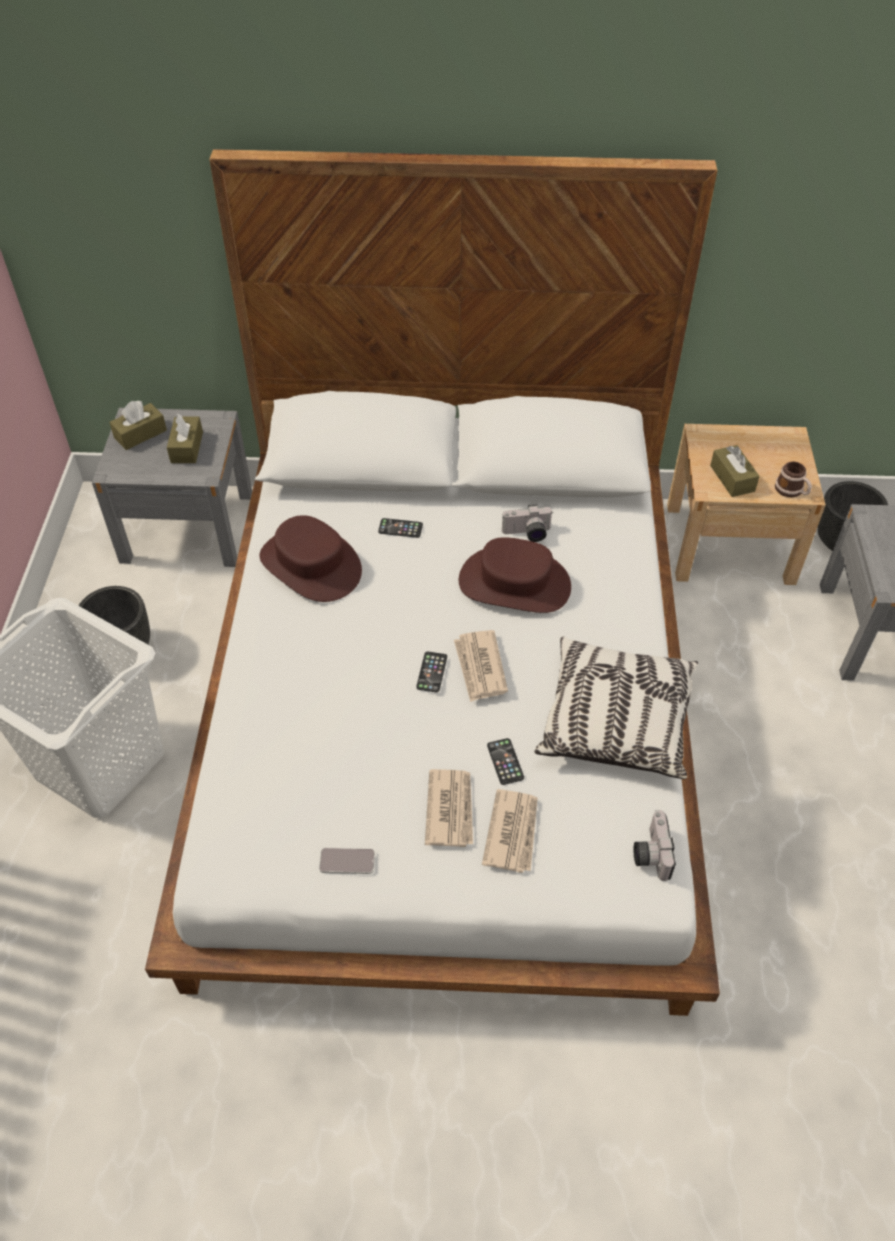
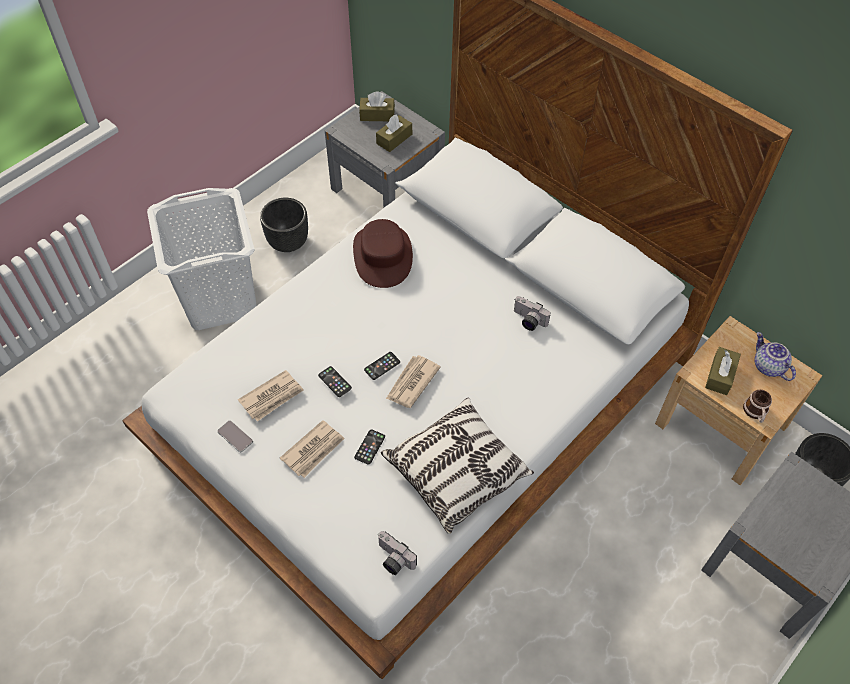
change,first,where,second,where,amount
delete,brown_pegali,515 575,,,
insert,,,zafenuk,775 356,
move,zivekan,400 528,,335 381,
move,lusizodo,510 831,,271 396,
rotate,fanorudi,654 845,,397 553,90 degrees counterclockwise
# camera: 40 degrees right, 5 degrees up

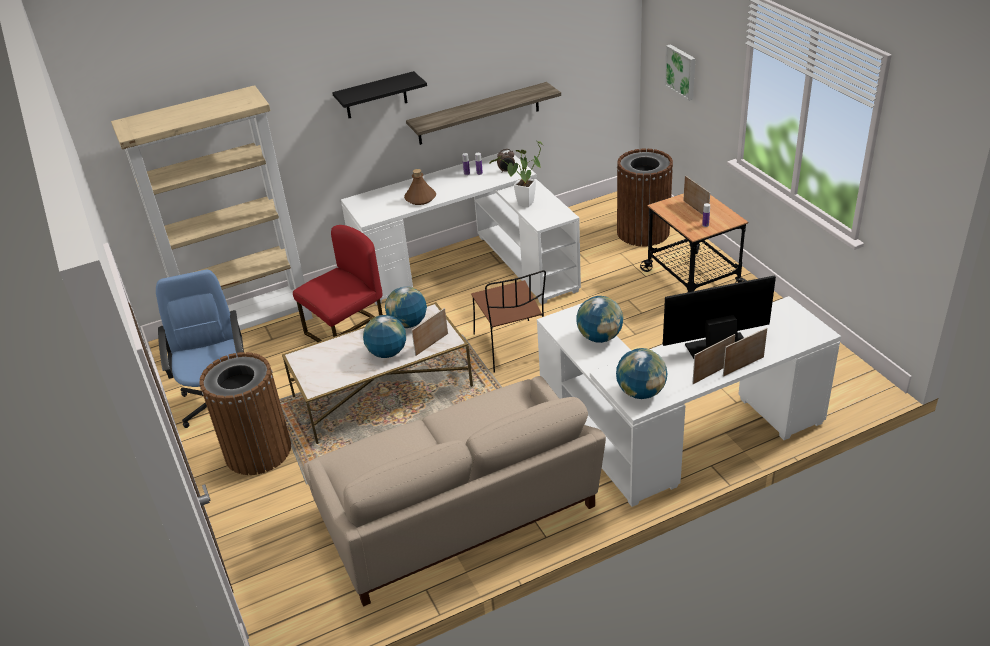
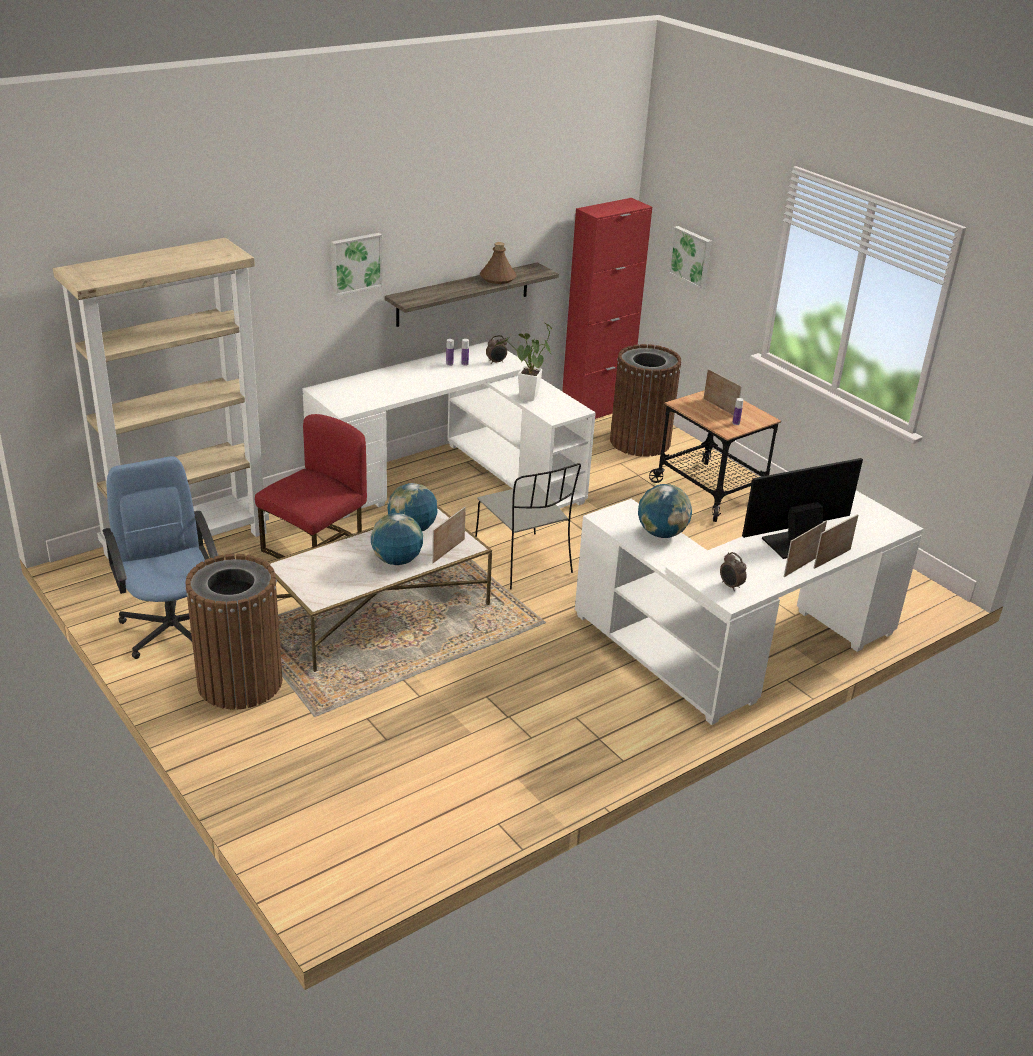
change,first,where,second,where,amount
delete,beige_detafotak,455 491,,,
insert,,,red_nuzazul,607 308,
move,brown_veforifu,420 187,,498 263,
replace,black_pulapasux,379 94,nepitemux,357 264,
replace,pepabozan,642 373,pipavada,733 571,
recolor,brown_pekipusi,508 321,grey_pekipusi,528 526,
# camera: 15 degrees left, 5 degrees down

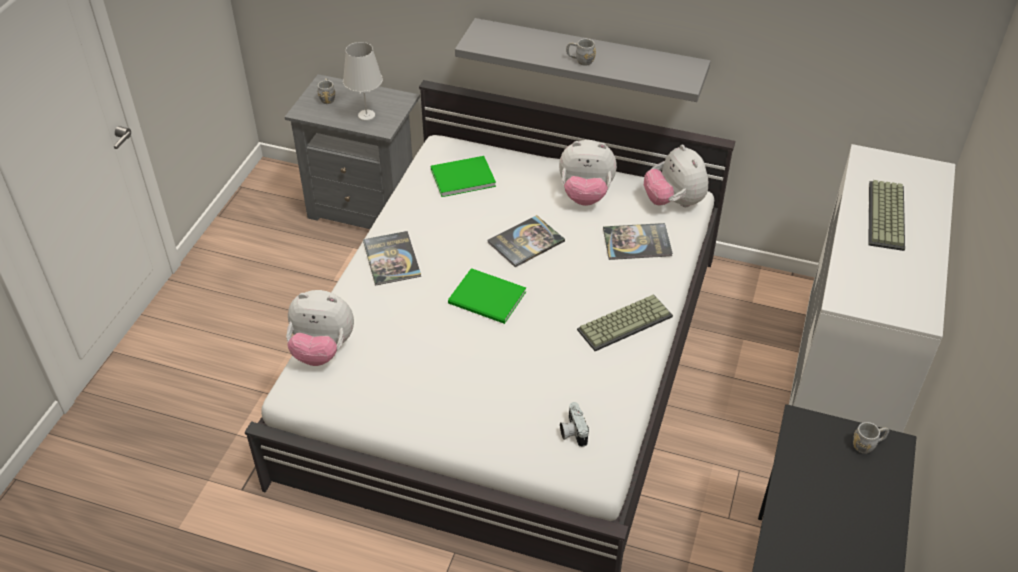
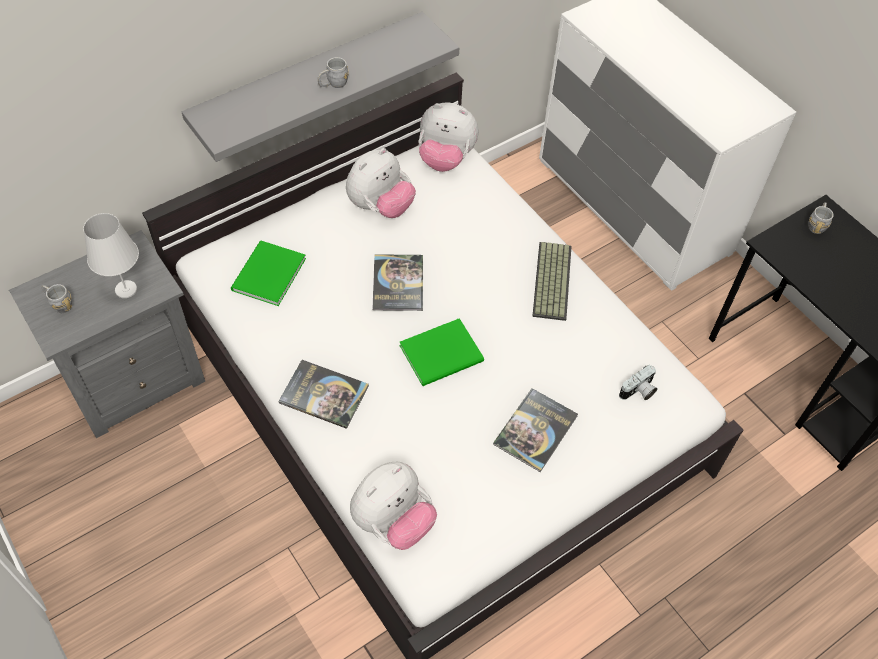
change,first,where,second,where,amount
delete,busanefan,886 215,,,
move,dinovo,638 241,,535 430,
rotate,fanorudi,574 424,,638 382,60 degrees counterclockwise
# camera: 55 degrees left, 10 degrees up

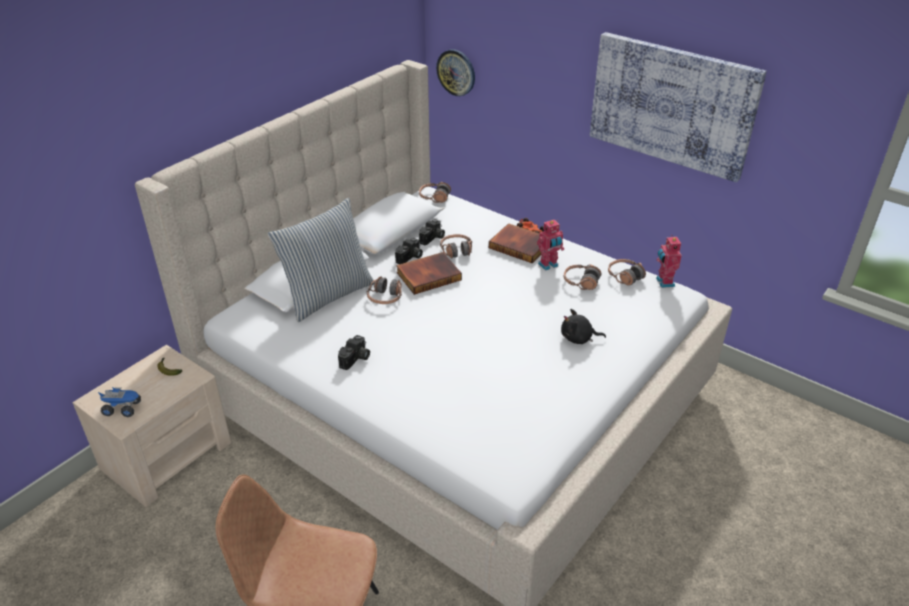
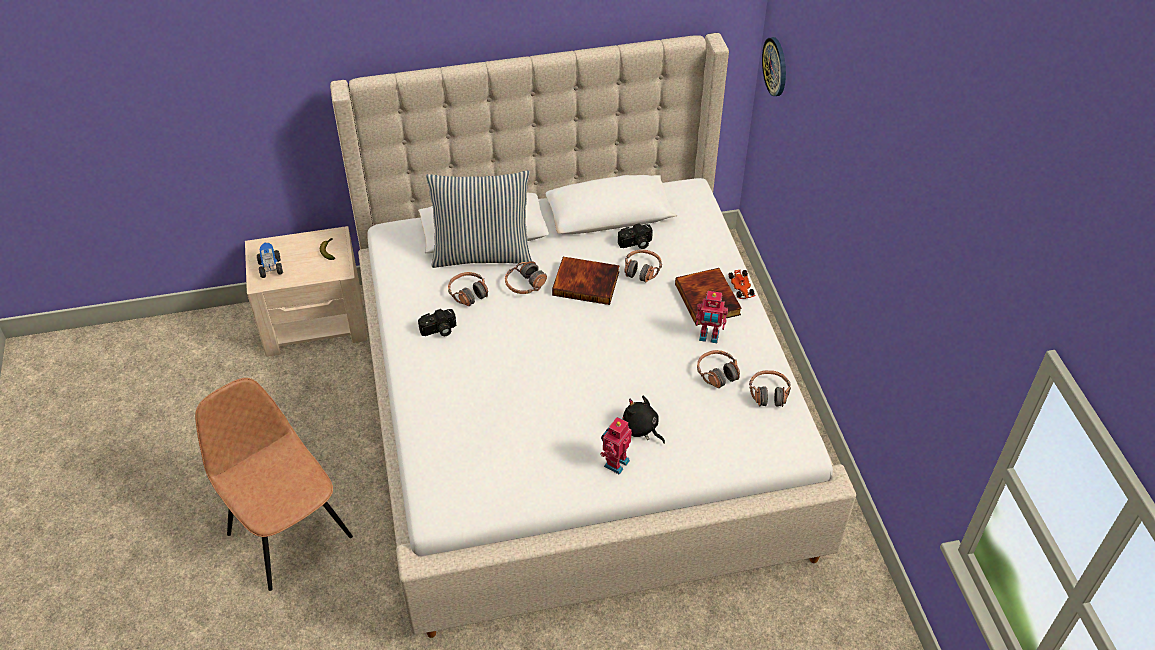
change,first,where,second,where,amount
delete,fanorudi,409 251,,,
delete,nepitemux,678 107,,,
move,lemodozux,435 192,,468 289,
move,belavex,669 262,,616 446,
rotate,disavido,119 402,,270 260,150 degrees counterclockwise
# camera: 40 degrees right, 10 degrees up

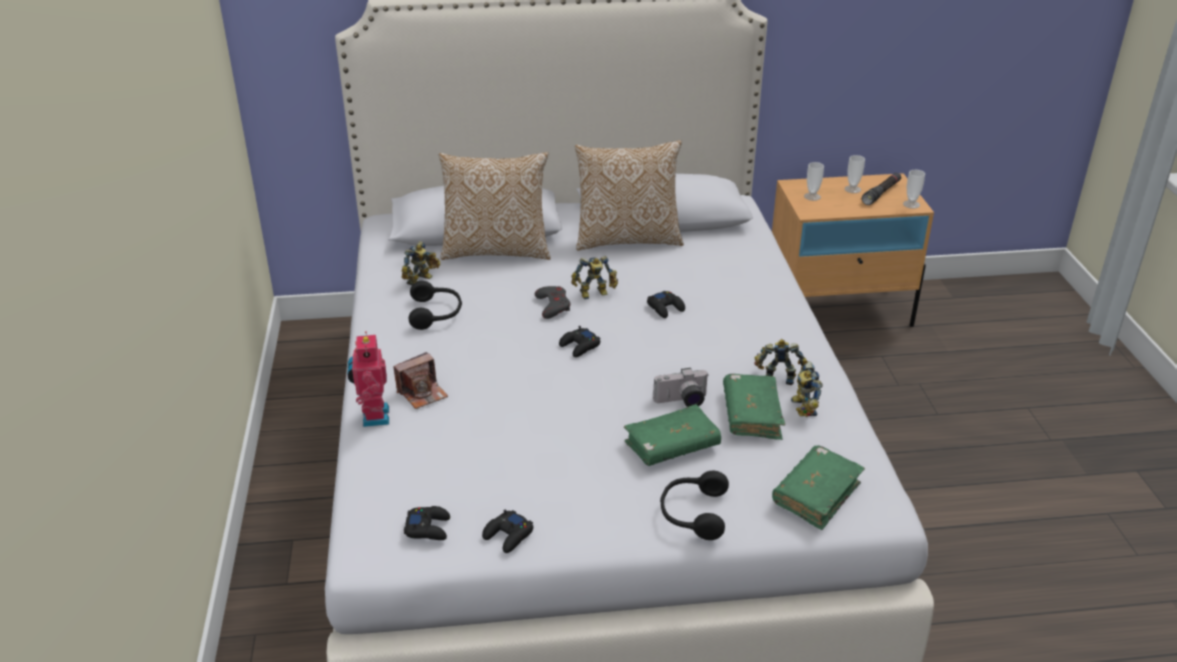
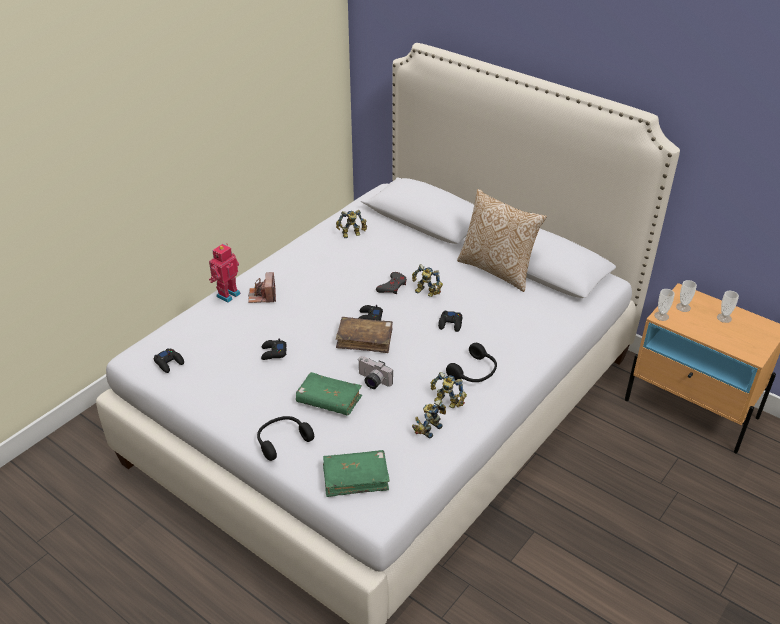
change,first,where,second,where,amount
delete,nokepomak,495 206,,,
delete,green_dinovo,754 407,,,
delete,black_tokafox,881 188,,,
insert,,,brown_dinovo,364 335,
move,black_lemodozux,435 305,,471 362,
move,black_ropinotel,507 531,,273 349,
move,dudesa,914 189,,664 305,
rotate,fanorudi,420 380,,262 287,75 degrees clockwise
rotate,belavex,781 362,,448 390,150 degrees clockwise
# camera: 45 degrees right, 5 degrees up

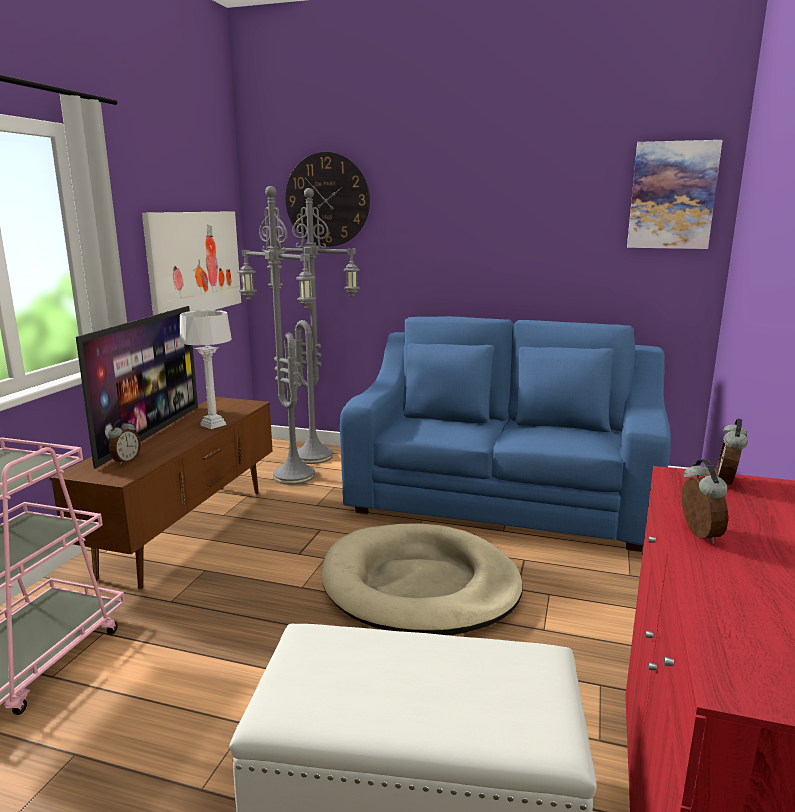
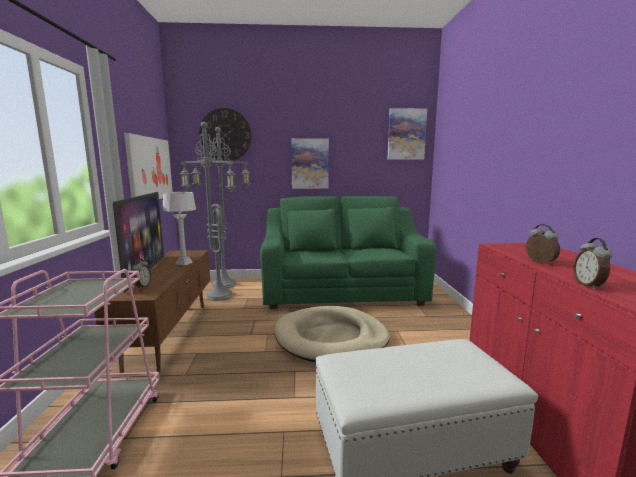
change,first,where,second,where,amount
insert,,,nepitemux,310 163,
move,pipavada,732 451,,592 263,
recolor,blue_detafotak,505 434,green_detafotak,348 252,
# camera: 20 degrees left, 5 degrees down

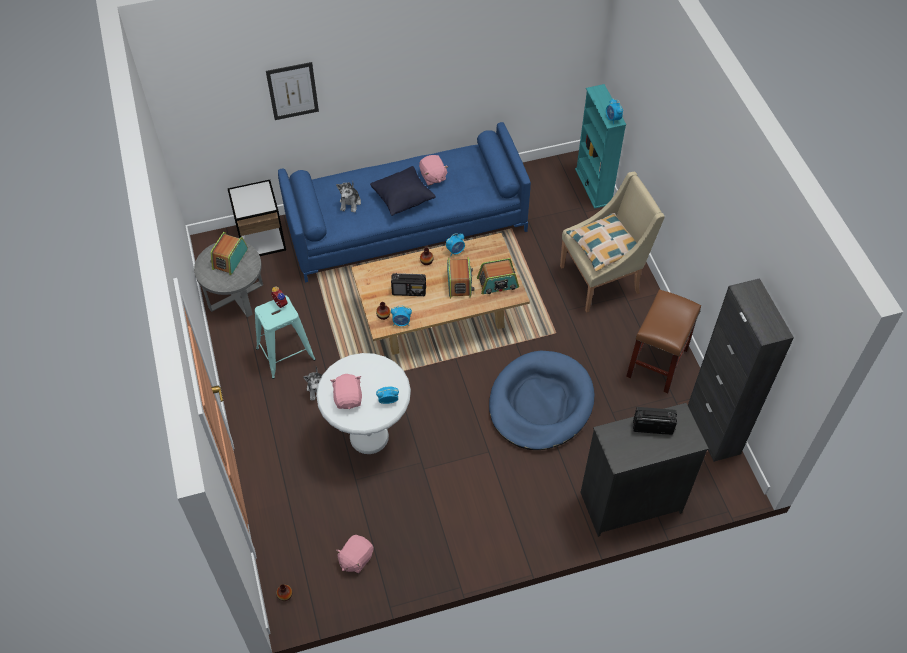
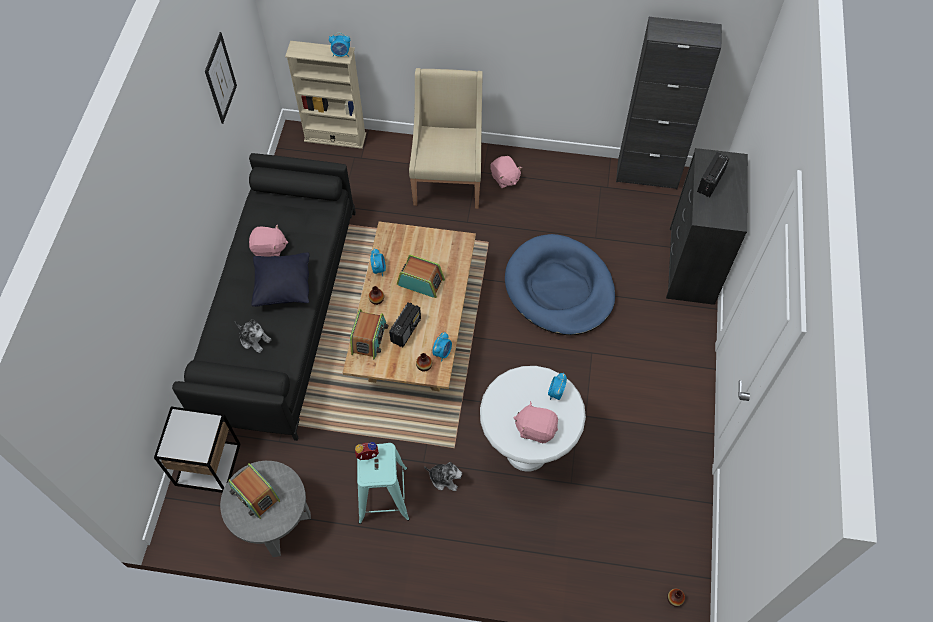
change,first,where,second,where,amount
delete,nokepomak,601 242,,,
delete,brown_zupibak,663 341,,,
move,nepitemux,292 91,,221 78,
move,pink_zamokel,355 554,,506 172,
move,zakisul,498 276,,369 334,
recolor,blue_detafotak,404 202,black_detafotak,264 297,
recolor,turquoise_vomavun,600 146,beige_vomavun,325 95,
# camera: 65 degrees left, 5 degrees up

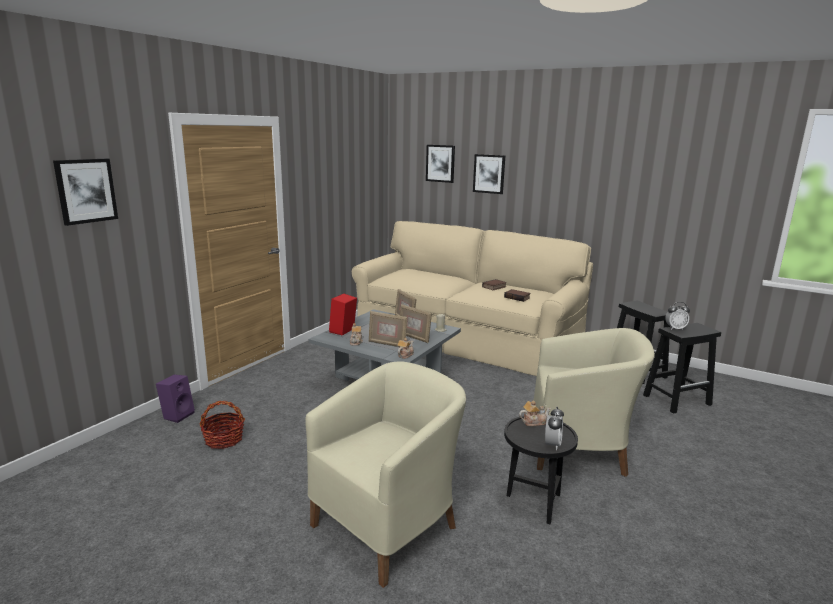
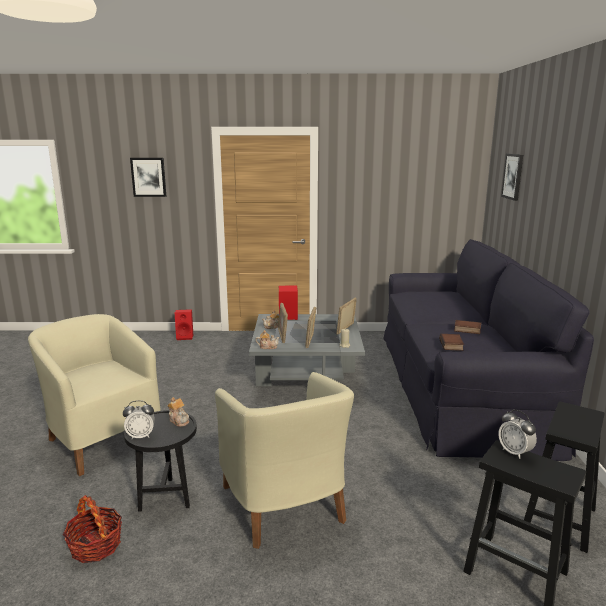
change,first,where,second,where,amount
delete,nepitemux,489 174,,,
move,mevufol,222 425,,92 529,
recolor,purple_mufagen,175 399,red_mufagen,184 324,
recolor,beige_detafotak,472 298,black_detafotak,488 350,
rotate,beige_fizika,385 475,,94 395,150 degrees counterclockwise
# camera: 60 degrees right, 0 degrees up

